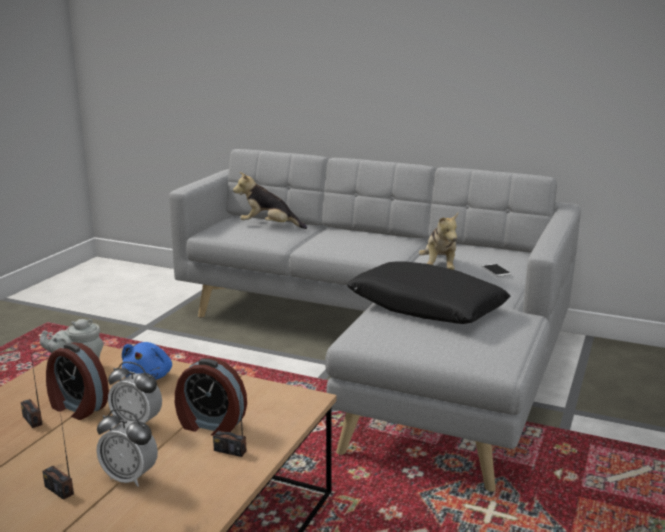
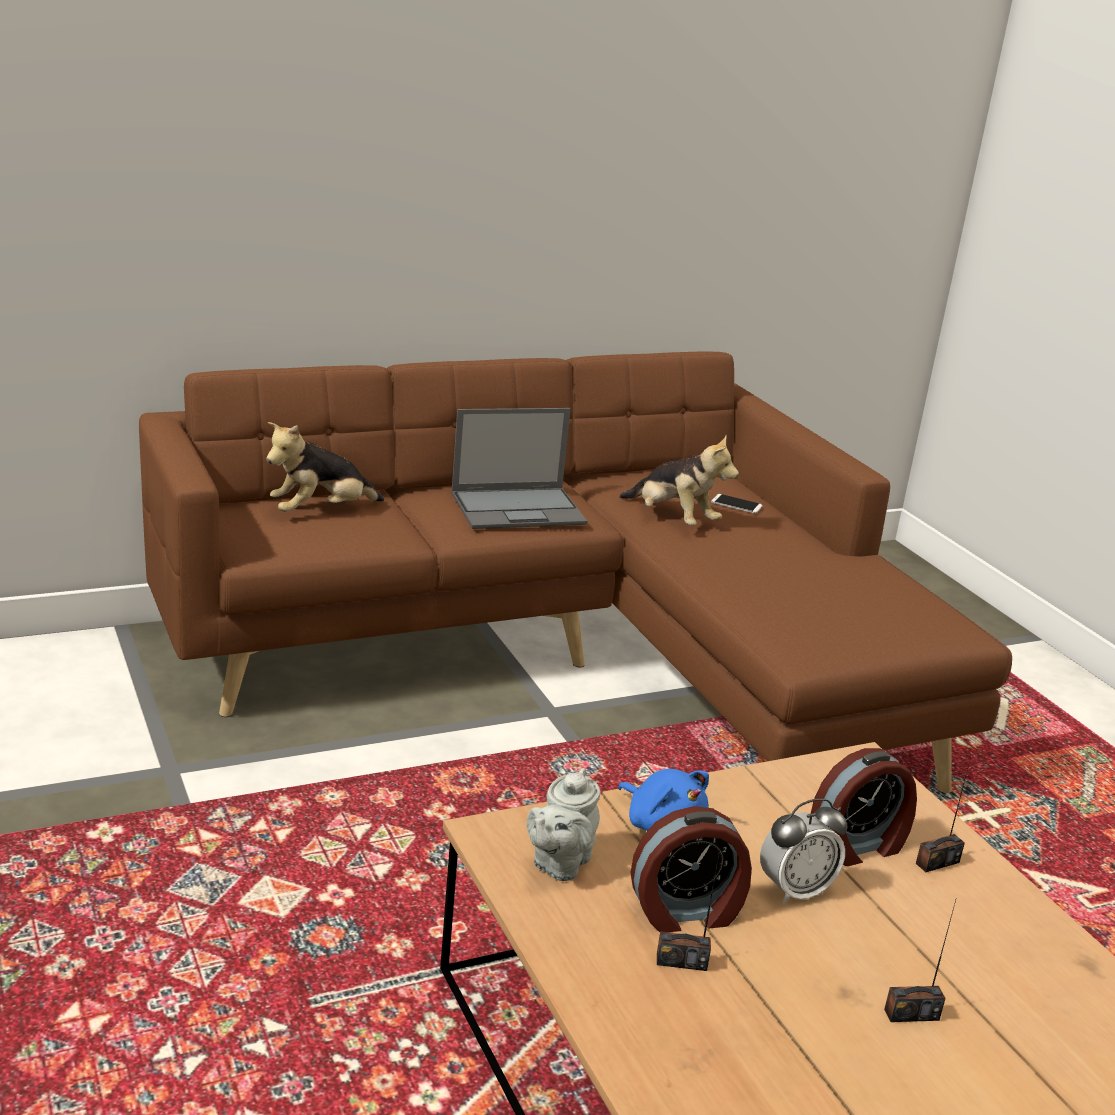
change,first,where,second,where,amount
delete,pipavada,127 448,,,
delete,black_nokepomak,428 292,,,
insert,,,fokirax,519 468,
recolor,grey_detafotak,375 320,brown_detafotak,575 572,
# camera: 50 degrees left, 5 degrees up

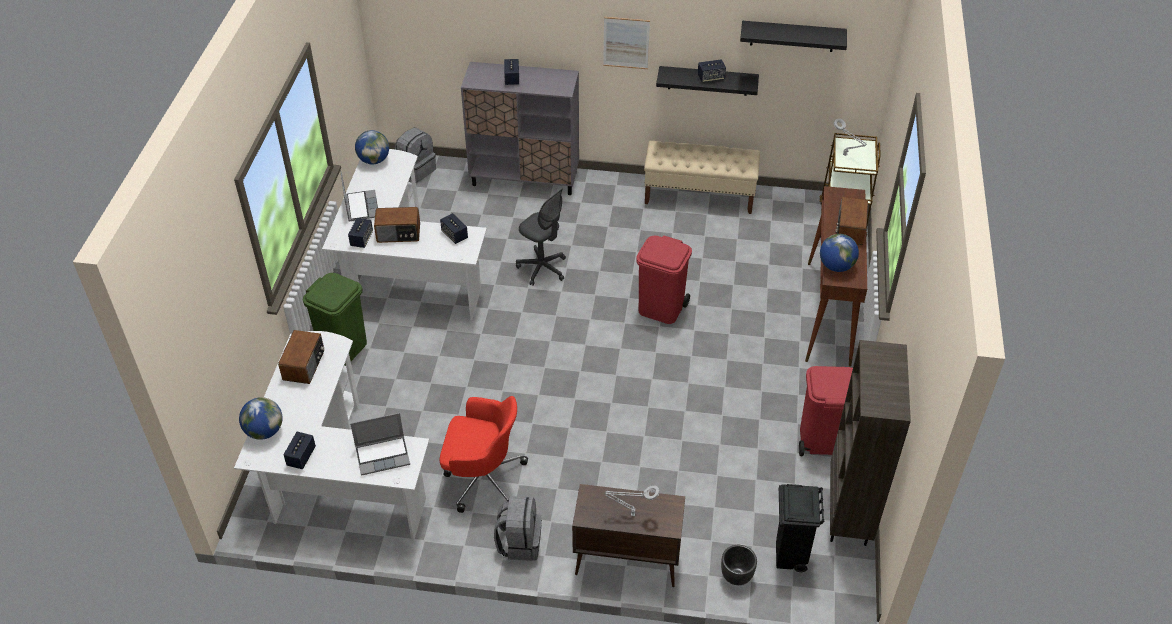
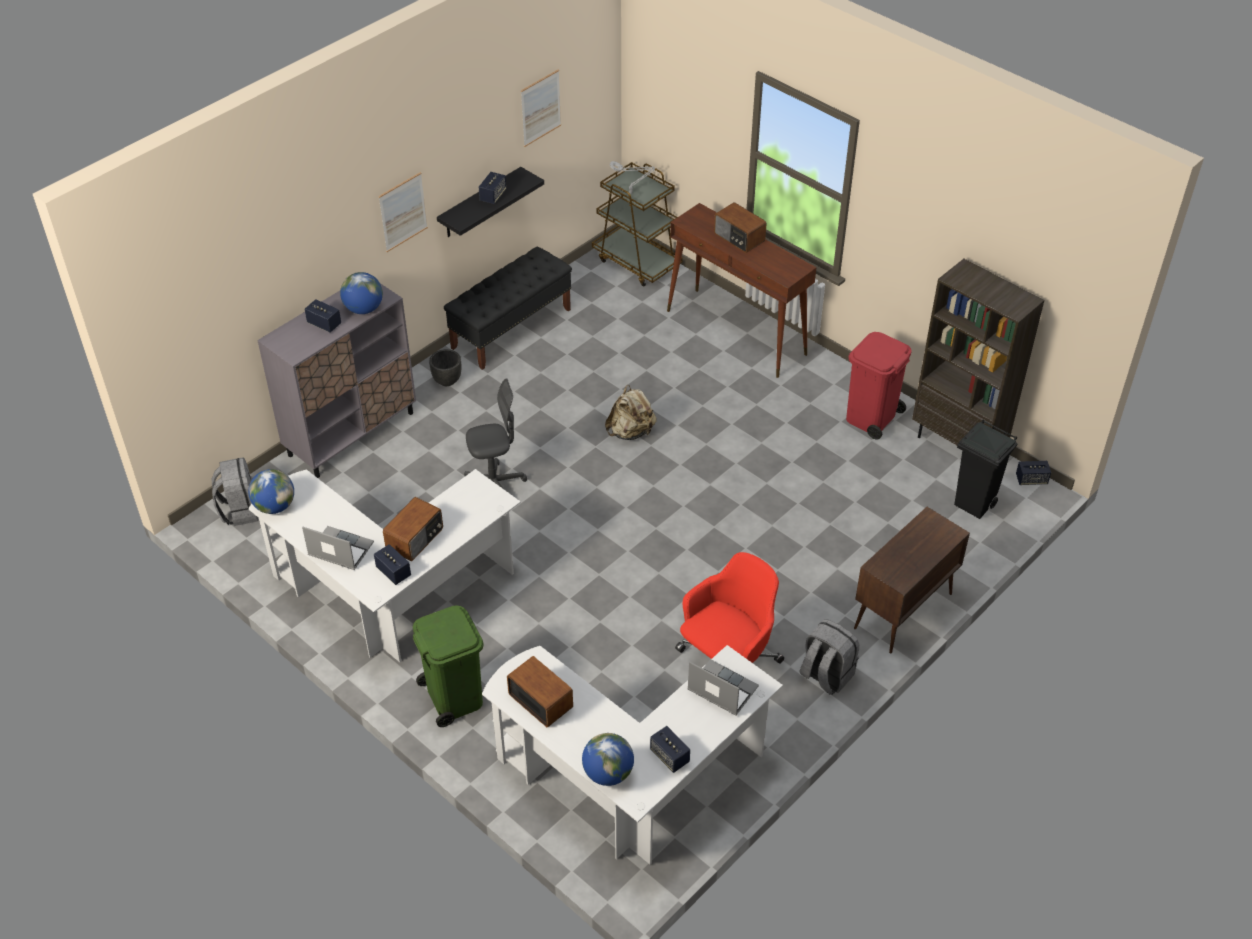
change,first,where,second,where,amount
delete,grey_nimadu,632 500,,,
move,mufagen,454 228,,1033 473,
move,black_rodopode,739 565,,445 367,
move,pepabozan,839 253,,361 293,
replace,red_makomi,664 280,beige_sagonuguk,630 412,
replace,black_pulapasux,793 36,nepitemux,541 108,
recolor,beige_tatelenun,702 177,black_tatelenun,508 308,
rotate,fokirax,380 444,,723 687,75 degrees counterclockwise
# camera: 55 degrees left, 0 degrees up

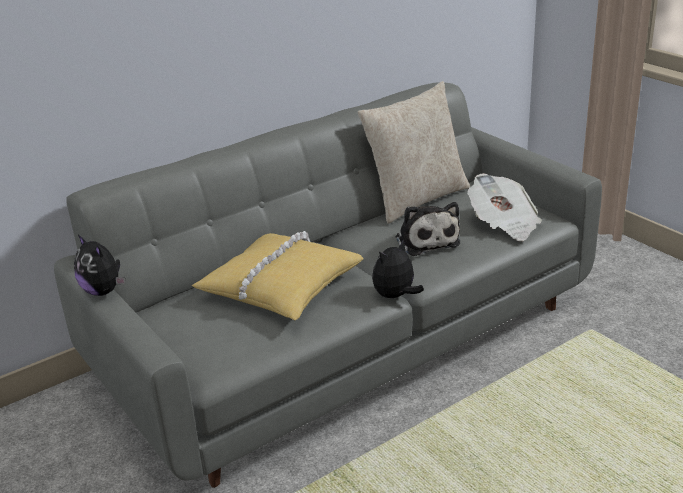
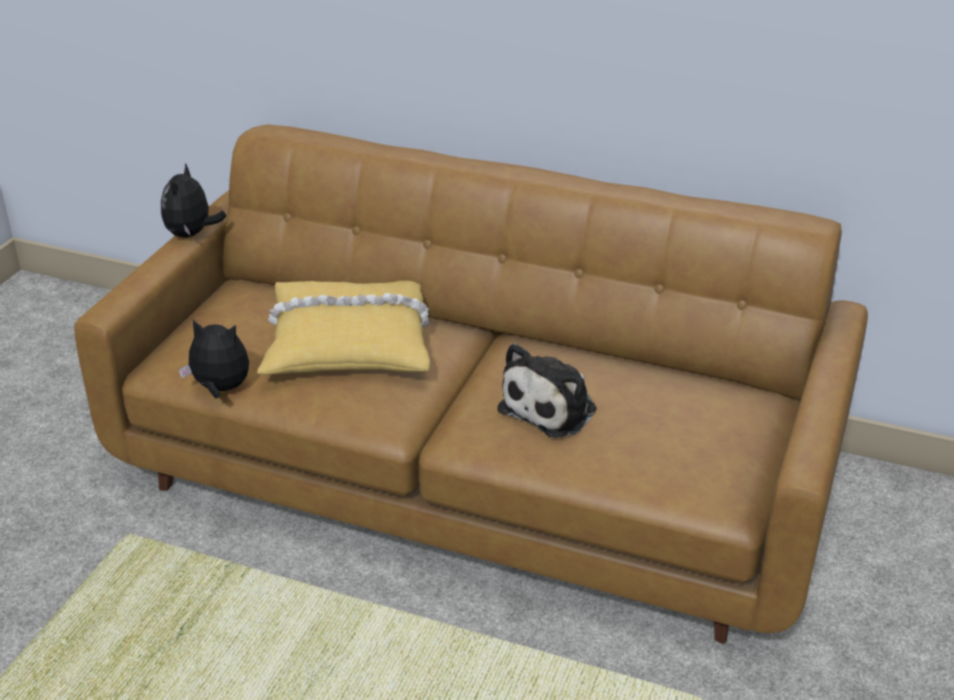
change,first,where,second,where,amount
delete,beige_nokepomak,414 152,,,
delete,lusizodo,504 207,,,
move,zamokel,398 269,,213 358,
recolor,grey_detafotak,328 285,brown_detafotak,471 384,
# camera: 55 degrees right, 5 degrees up

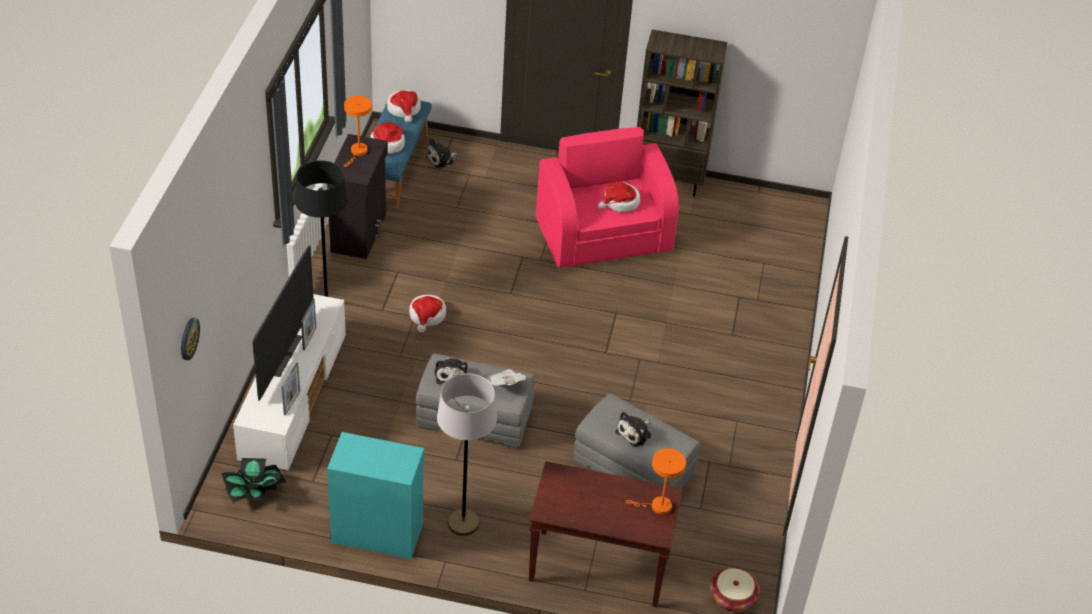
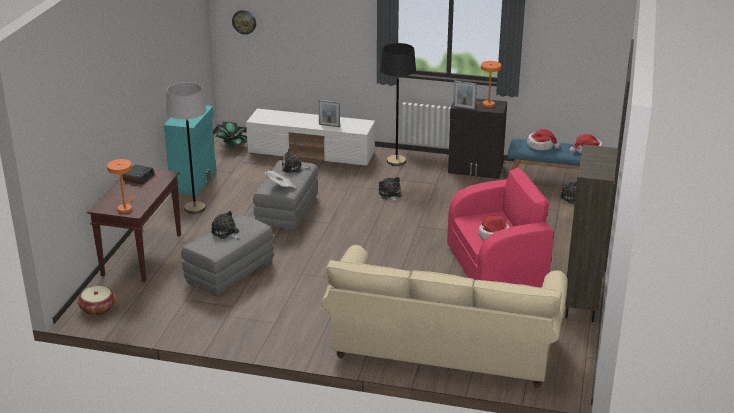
change,first,where,second,where,amount
delete,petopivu,283 323,,,
insert,,,pipavada,138 174,
insert,,,beige_detafotak,444 316,
move,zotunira,290 389,,465 95,
replace,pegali,427 314,zamokel,390 189,
# camera: 95 degrees right, 15 degrees down

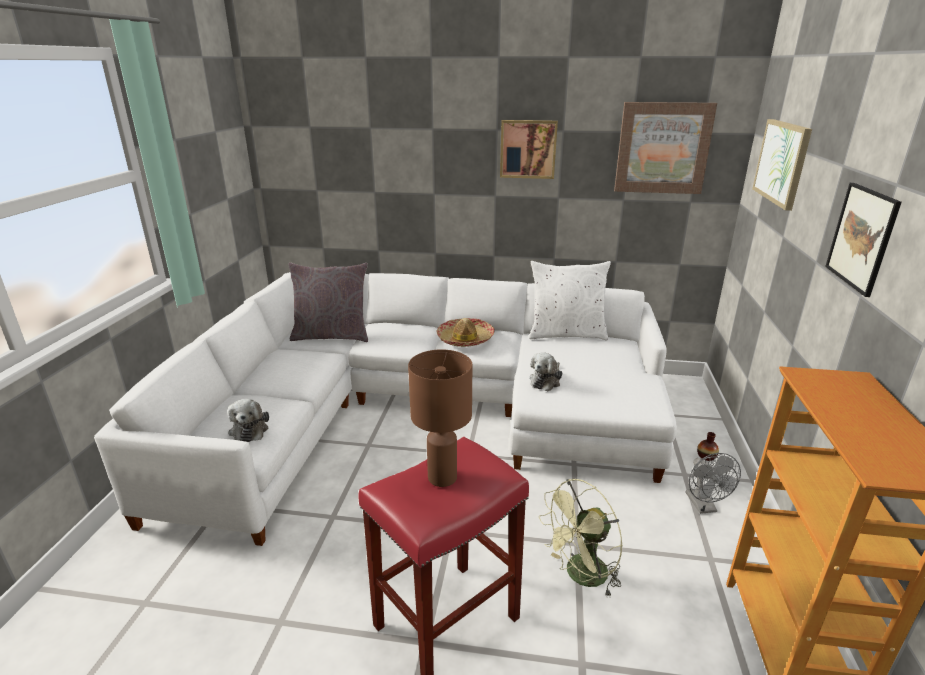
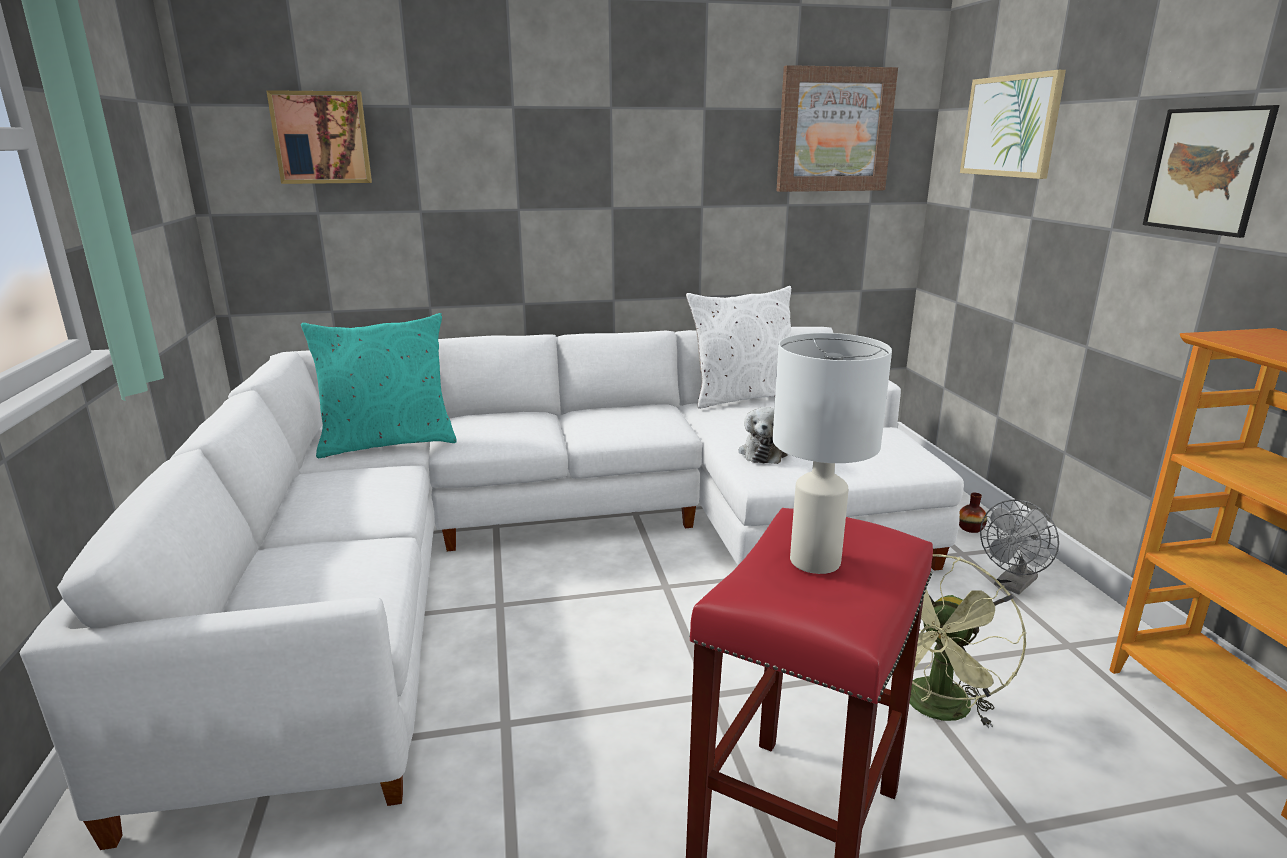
change,first,where,second,where,amount
delete,zamokel,248 420,,,
delete,pegali,466 332,,,
move,nepitemux,529 149,,319 137,
recolor,grey_nokepomak,328 302,turquoise_nokepomak,379 385,
recolor,brown_nimadu,440 418,white_nimadu,832 453,
rotate,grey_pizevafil,713 483,,1019 547,75 degrees clockwise
# camera: 20 degrees left, 5 degrees down

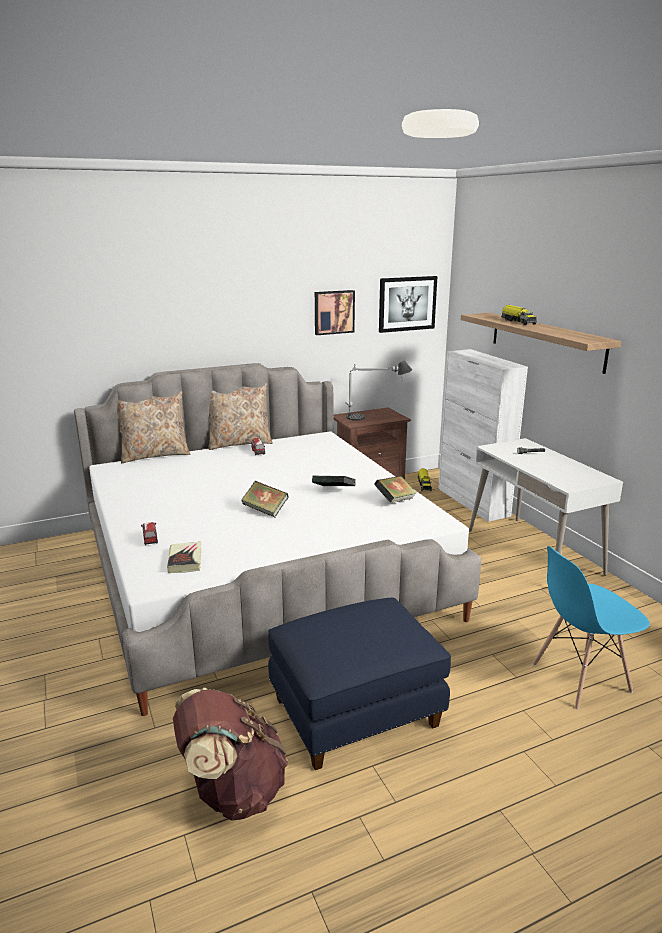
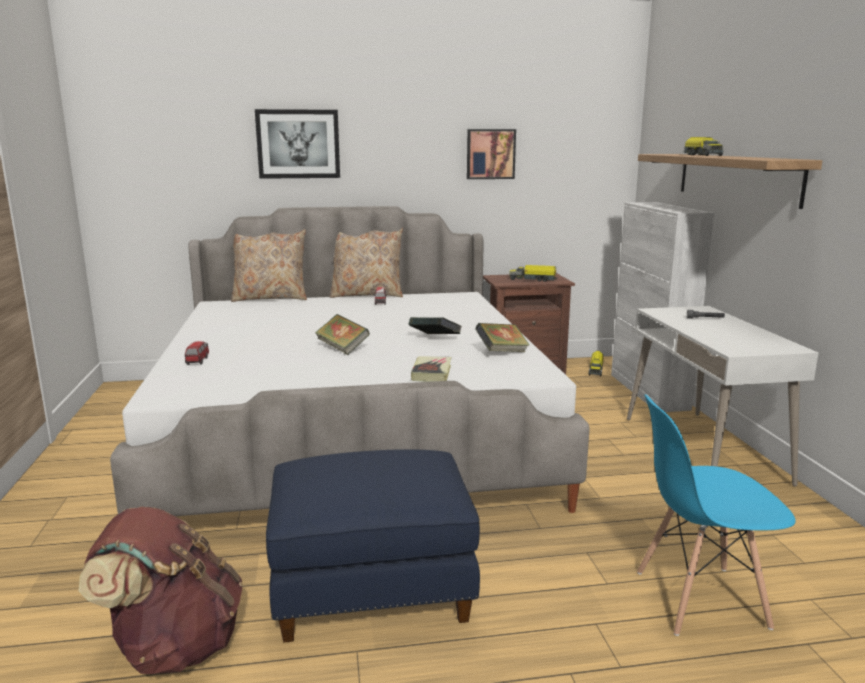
change,first,where,second,where,amount
move,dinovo,184 557,,431 369,
move,nepitemux,408 304,,297 144,
replace,nimadu,378 391,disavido,533 273,
# camera: 15 degrees right, 5 degrees down

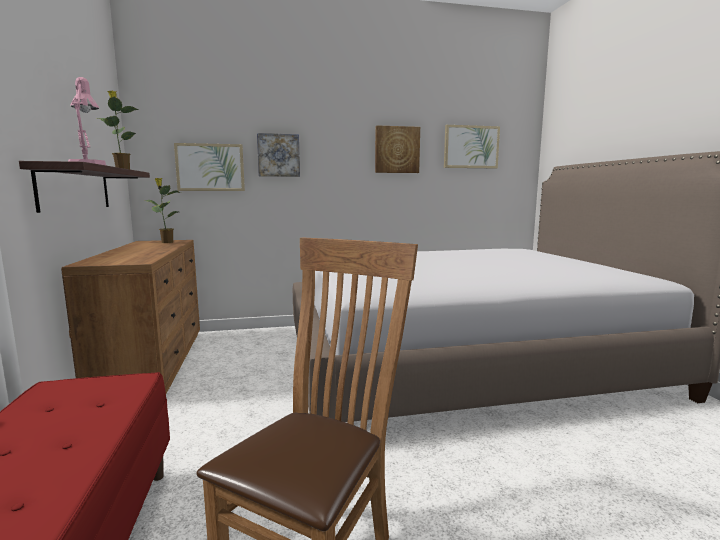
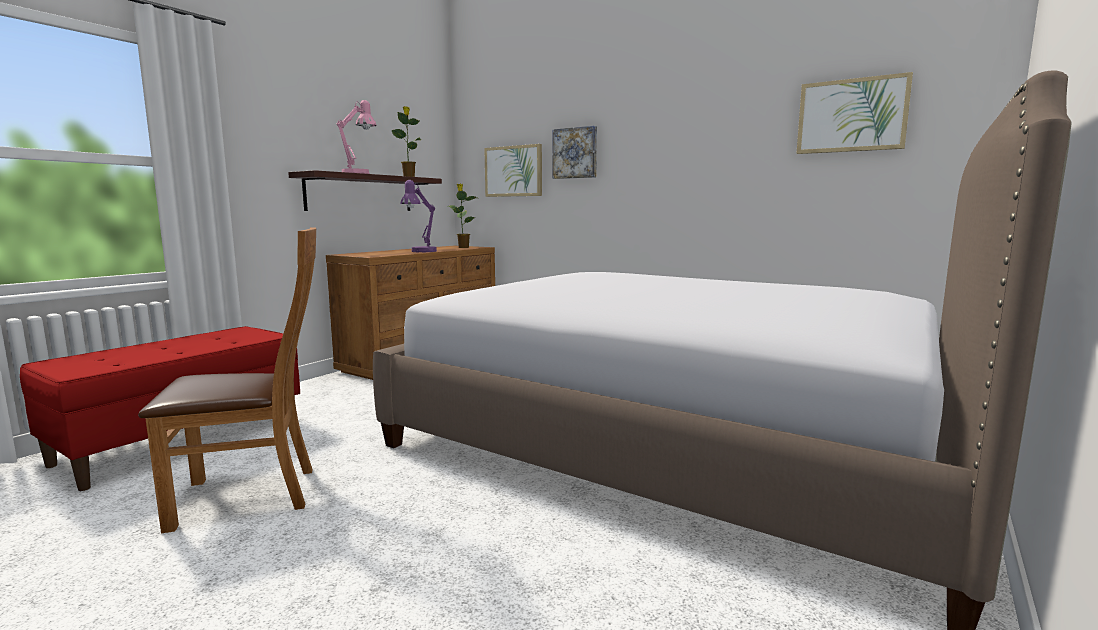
change,first,where,second,where,amount
delete,nepitemux,397 149,,,
insert,,,purple_nimadu,418 216,
# camera: 45 degrees right, 0 degrees up

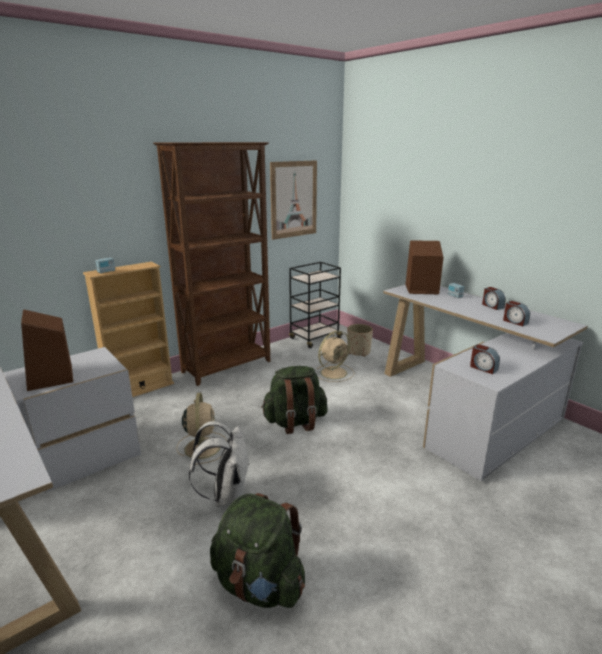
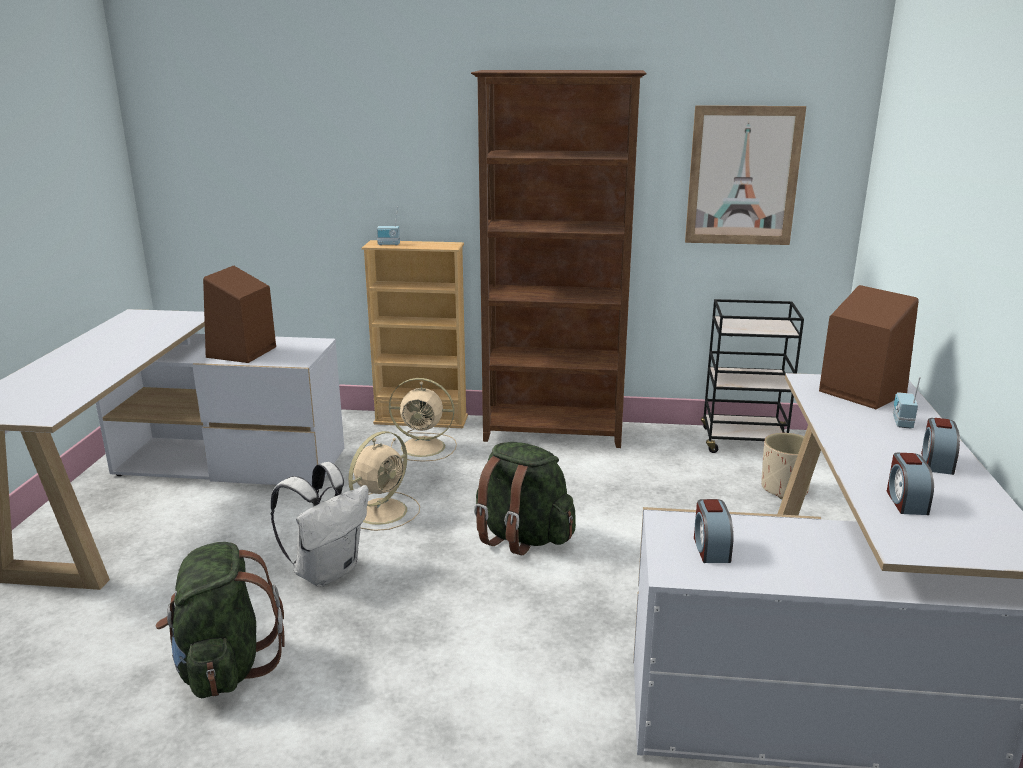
change,first,where,second,where,amount
move,beige_pizevafil,335 356,,423 420,
# camera: 45 degrees right, 0 degrees up

